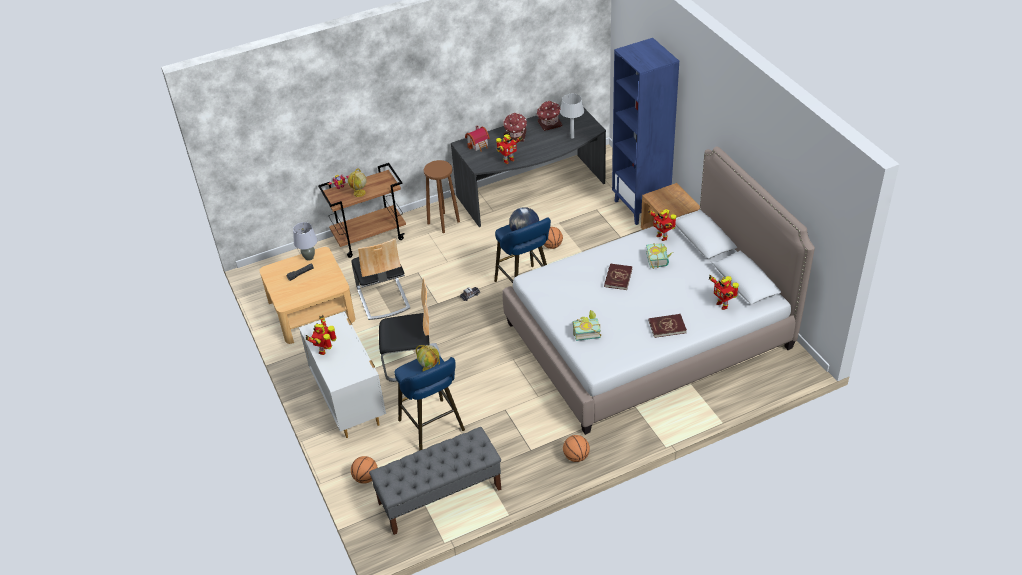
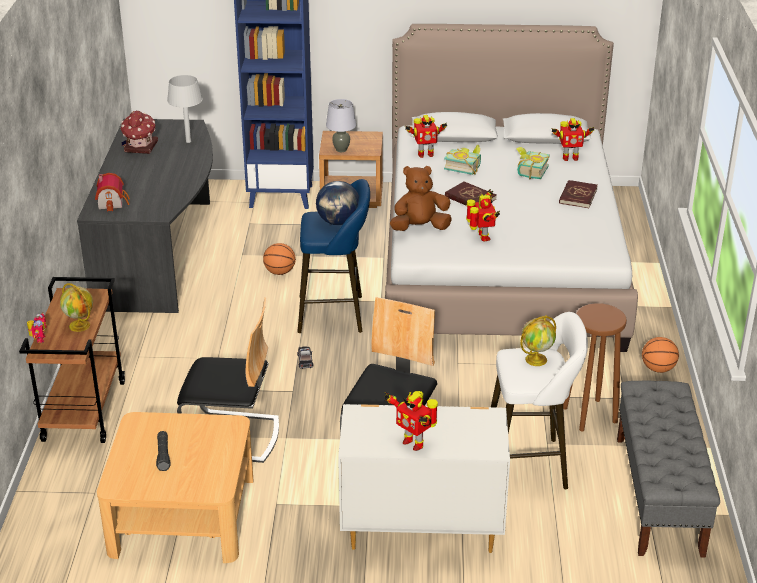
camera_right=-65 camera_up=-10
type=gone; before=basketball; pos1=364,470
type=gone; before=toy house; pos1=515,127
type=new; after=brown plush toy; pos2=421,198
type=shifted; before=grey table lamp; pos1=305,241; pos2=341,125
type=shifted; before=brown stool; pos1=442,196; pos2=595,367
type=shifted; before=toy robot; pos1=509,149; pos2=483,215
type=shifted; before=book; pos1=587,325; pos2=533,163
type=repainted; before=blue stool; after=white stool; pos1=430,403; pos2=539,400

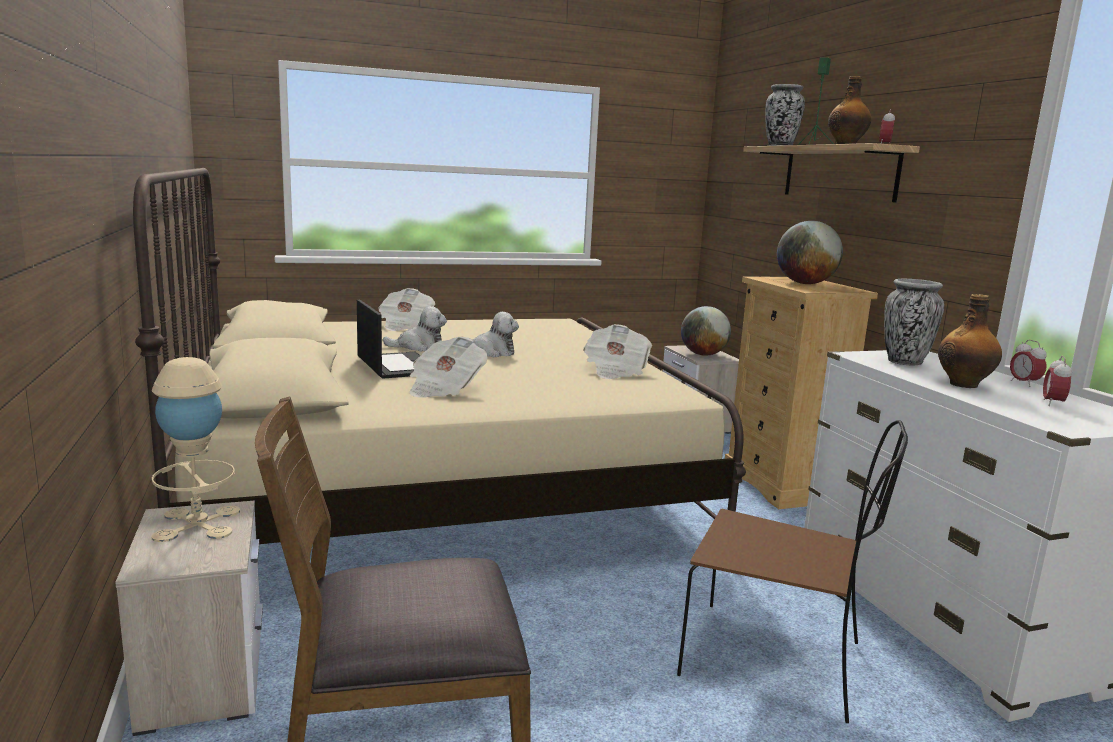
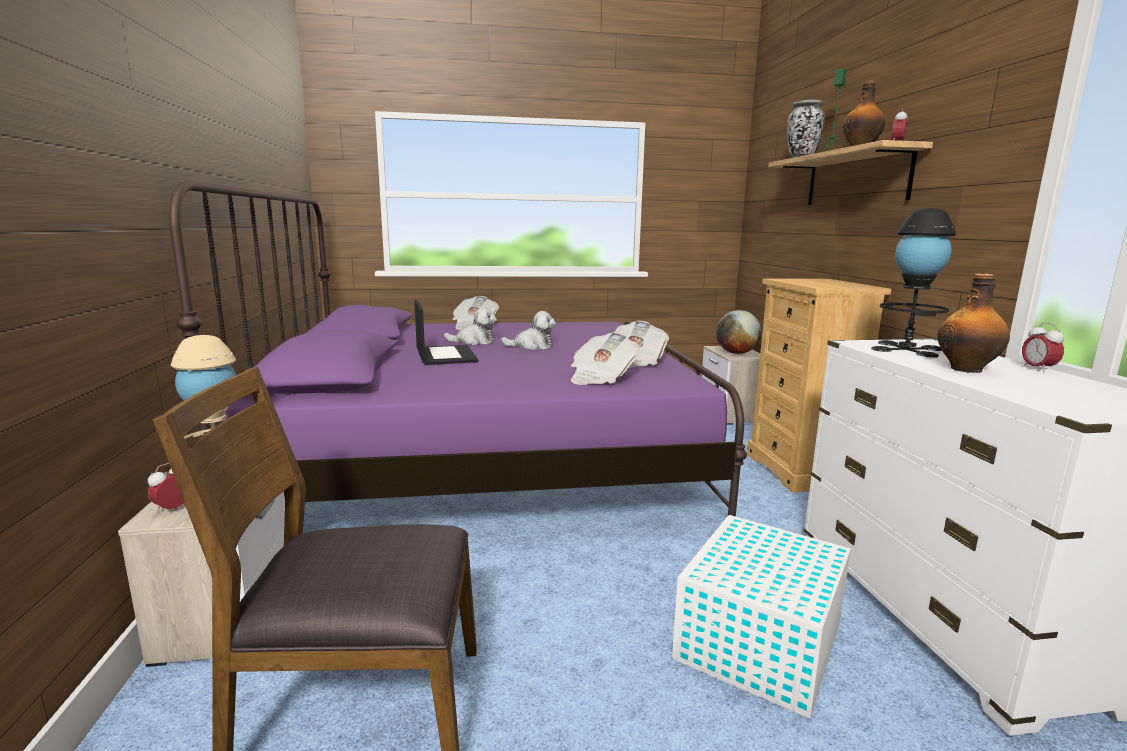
camera_right=10 camera_up=0
type=gone; before=globe; pos1=810,252
type=shifted; before=newspaper; pos1=448,367; pos2=605,358
type=shifted; before=alarm clock; pos1=1057,381; pos2=166,488
type=swapped; before=brown chair; after=white storage box; pos1=792,571; pos2=761,616
type=swapped; before=vase; after=black table lamp; pos1=914,322; pos2=914,283
type=repainted; before=beige bed; after=purple bed; pos1=439,356; pos2=458,348

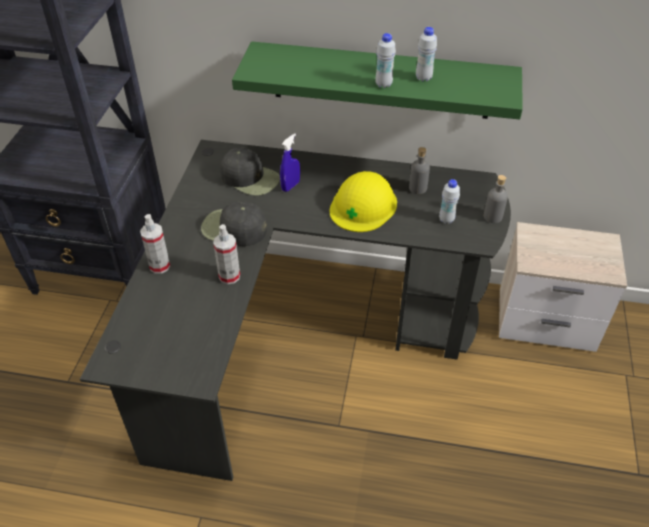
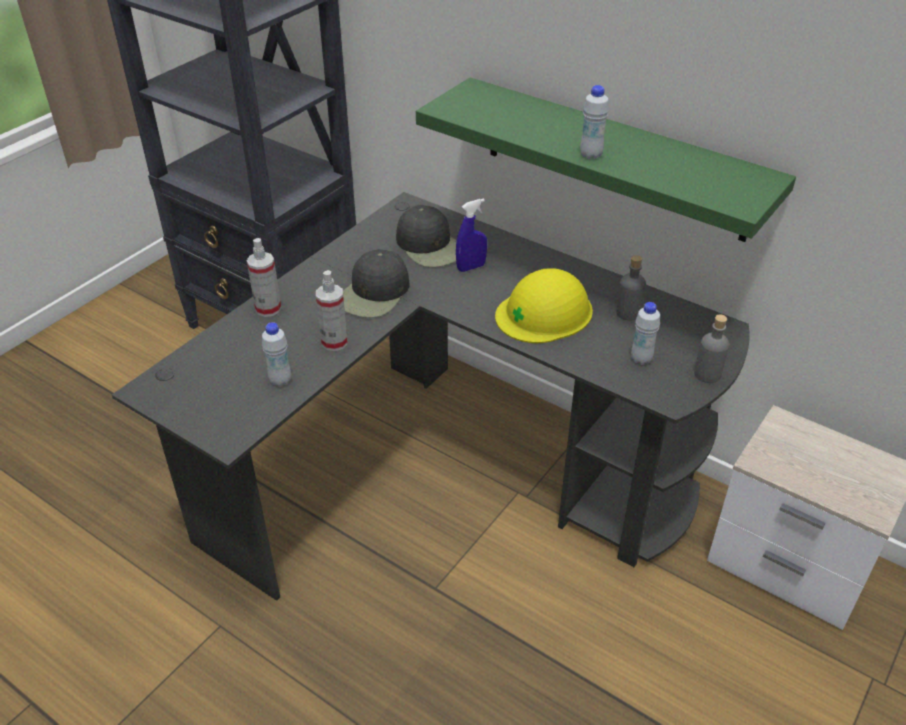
camera_right=25 camera_up=-5
type=shifted; before=white bottle; pos1=426,54; pos2=276,354
type=rotated; before=black cap; pos1=234,223; pos2=376,283; turn=-105

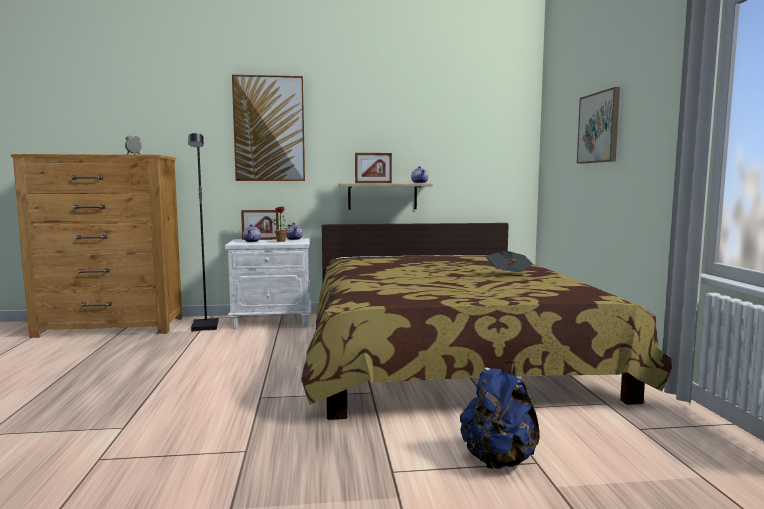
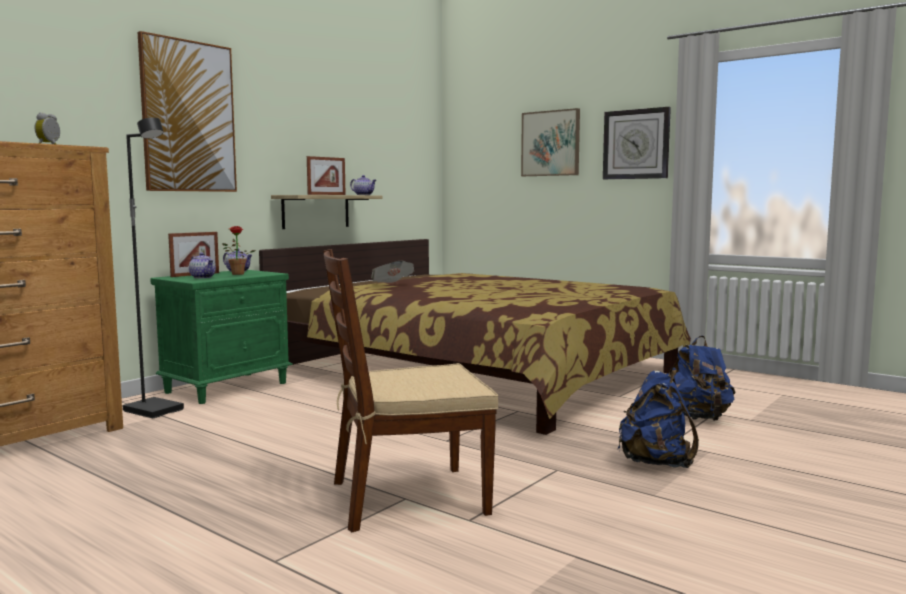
camera_right=-45 camera_up=0
type=new; after=brown chair; pos2=410,390
type=new; after=wall clock; pos2=637,143
type=new; after=blue backpack; pos2=658,417
type=shifted; before=newspaper; pos1=508,261; pos2=392,272
type=repainted; before=white nightstand; after=green nightstand; pos1=268,283; pos2=221,337

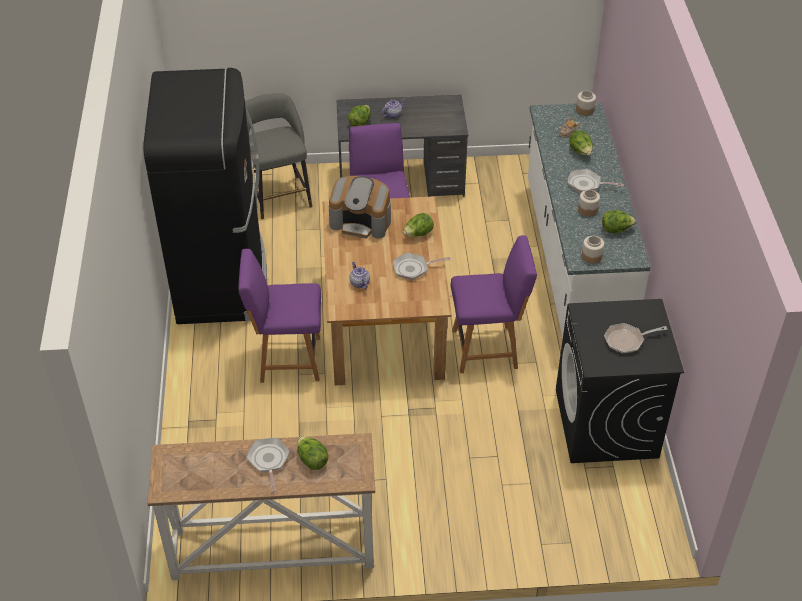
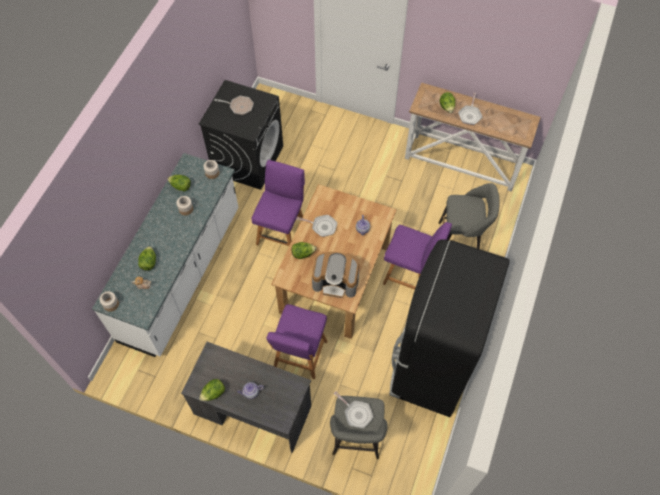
camera_right=-155 camera_up=15
type=new; after=grey stool; pos2=469,216
type=shifted; before=lettuce; pos1=359,116; pos2=212,390
type=shifted; before=frying pan; pos1=596,181; pos2=353,409
type=rotated; before=coffee machine; pos1=360,207; pos2=335,275; turn=150
type=rotated; before=purple chair; pos1=494,304; pos2=278,203; turn=90

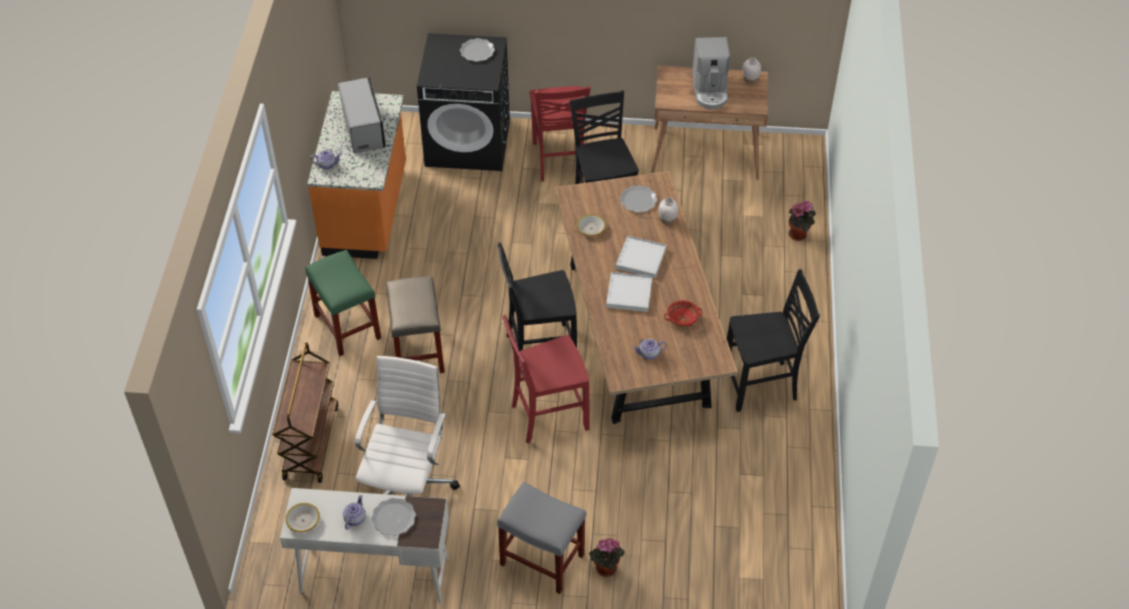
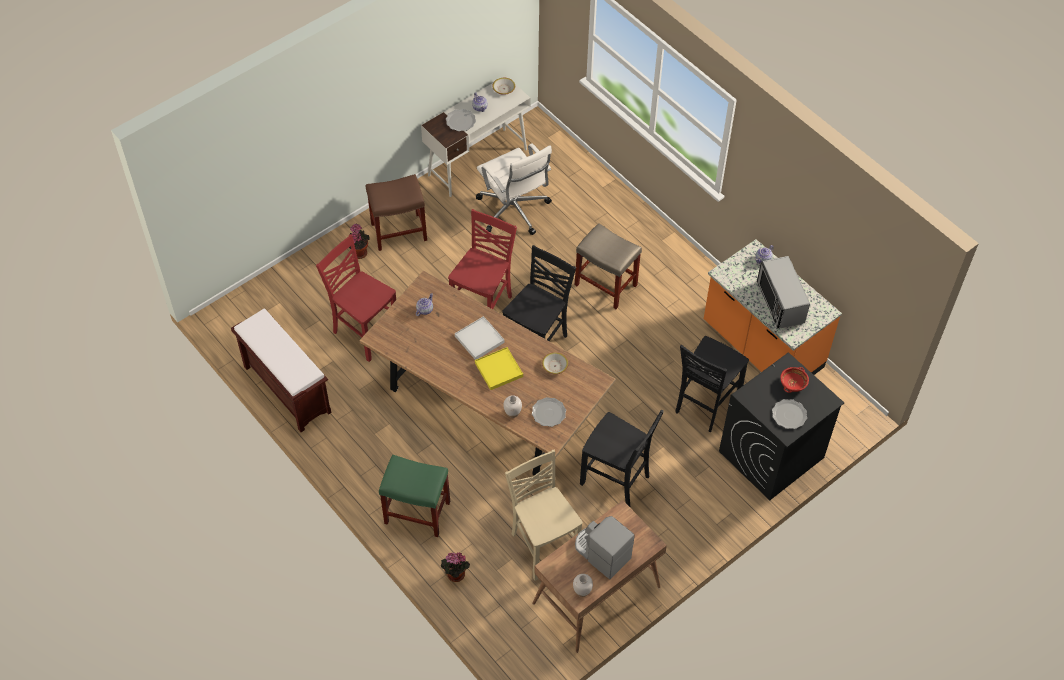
camera_right=135 camera_up=5
type=gone; before=brown cart; pos1=305,413
type=new; after=brown bench; pos2=281,370
type=new; after=beige chair; pos2=544,515
type=shifted; before=green stool; pos1=343,303; pos2=414,496
type=shifted; before=red chair; pos1=560,134; pos2=356,298
type=shifted; before=red bowl; pos1=683,313; pos2=794,380
type=shifted; before=black chair; pos1=773,340; pos2=712,384
type=repainted; before=grey stool; after=brown stool; pos1=541,538; pos2=396,212
type=repainted; before=white tray; after=yellow tray; pos1=641,257; pos2=499,368
type=rotated; before=microwave; pos1=362,115; pos2=783,292; turn=45

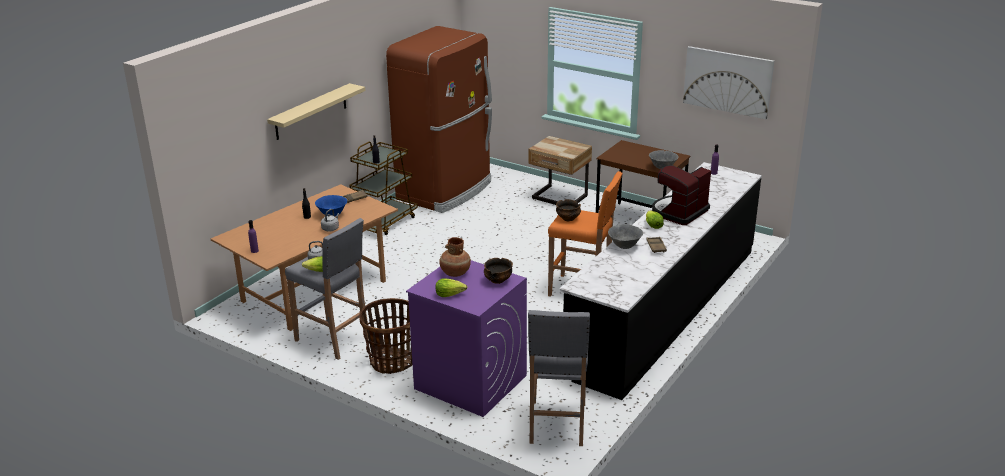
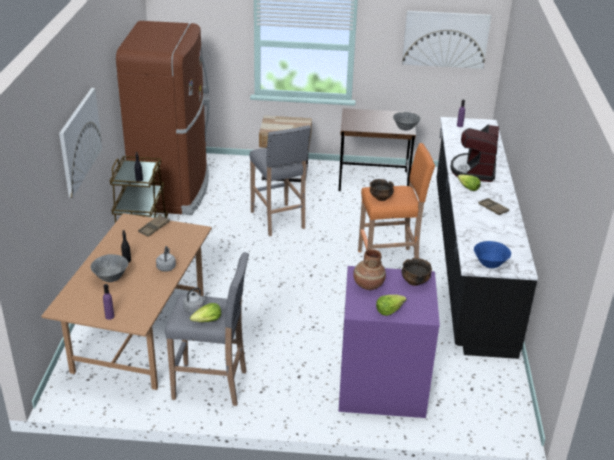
camera_right=-30 camera_up=5
type=gone; before=basket; pos1=385,336
type=shifted; before=blue bowl; pos1=331,206; pos2=492,254
type=shifted; before=grey stool; pos1=559,378; pos2=280,180
type=shifted; before=grey bowl; pos1=625,236; pos2=109,268
type=swapped; before=beige shelf; after=picture; pos1=316,111; pos2=80,143

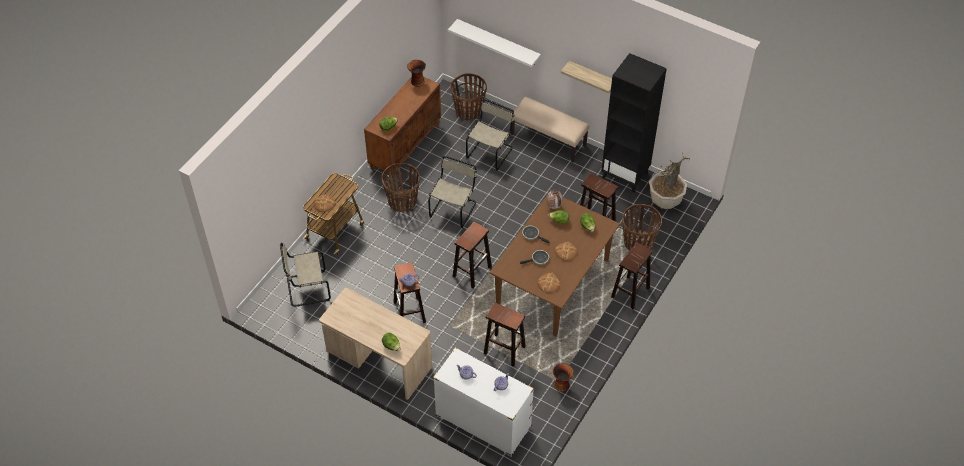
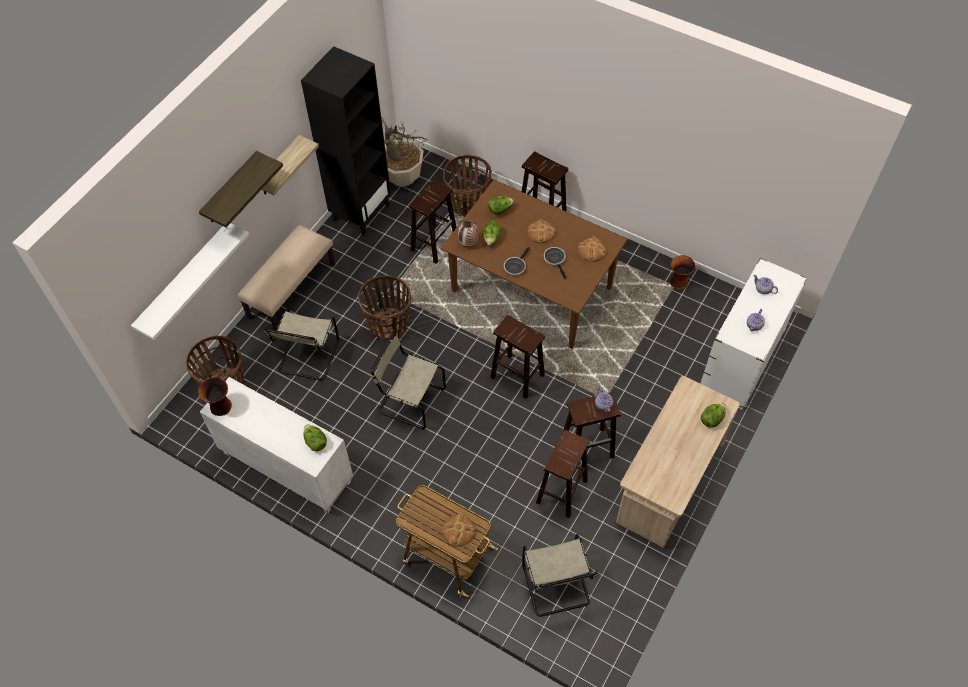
camera_right=-90 camera_up=5
type=new; after=shelf; pos2=241,189
type=shifted; before=basket; pos1=400,188; pos2=384,307
type=shifted; before=brown stool; pos1=505,334; pos2=562,474
type=repainted; before=brown cabinet; after=white cabinet; pos1=402,127; pos2=276,445
type=rotated; before=beige chair; pos1=490,135; pos2=301,344; turn=-105

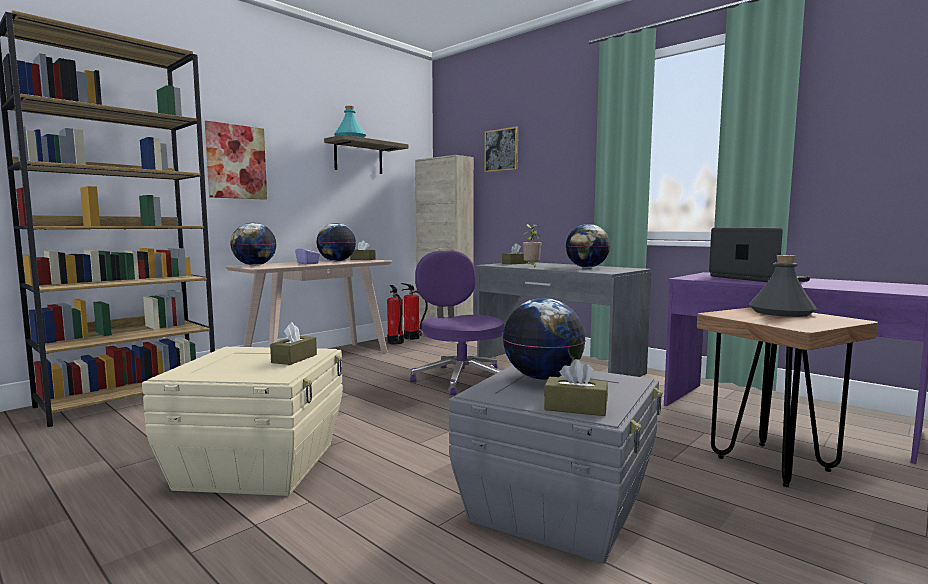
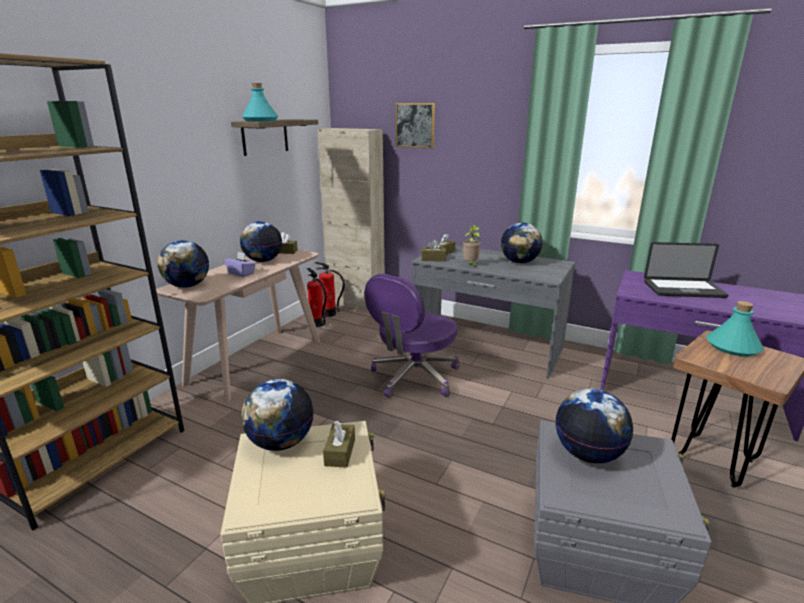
camera_right=-15 camera_up=15
type=gone; before=picture; pos1=236,160
type=new; after=globe; pos2=277,415
type=shifted; before=brown tissue box; pos1=576,387; pos2=433,250
type=repainted; before=grey bottle; after=turquoise bottle; pos1=783,286; pos2=735,328
type=rotated; before=purple office chair; pos1=457,322; pos2=412,336; turn=-105
type=rotated; before=laptop; pos1=759,255; pos2=686,270; turn=135

